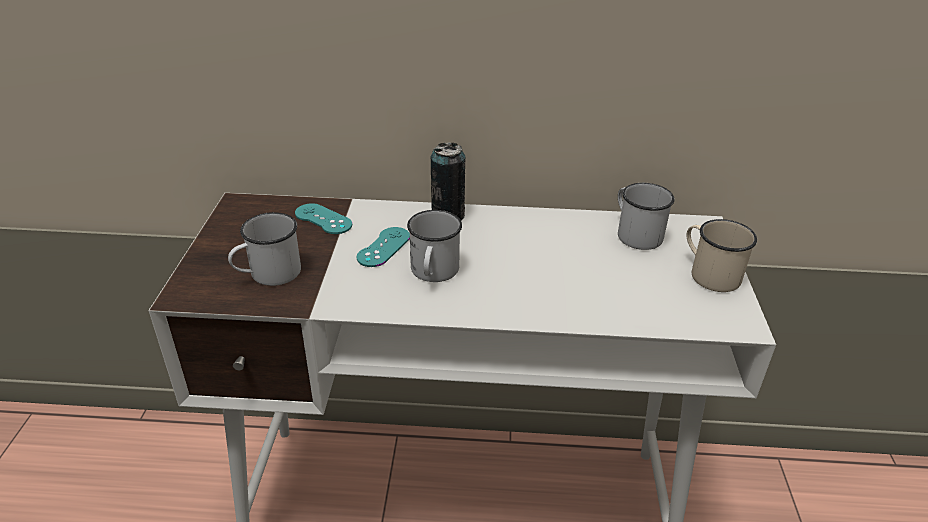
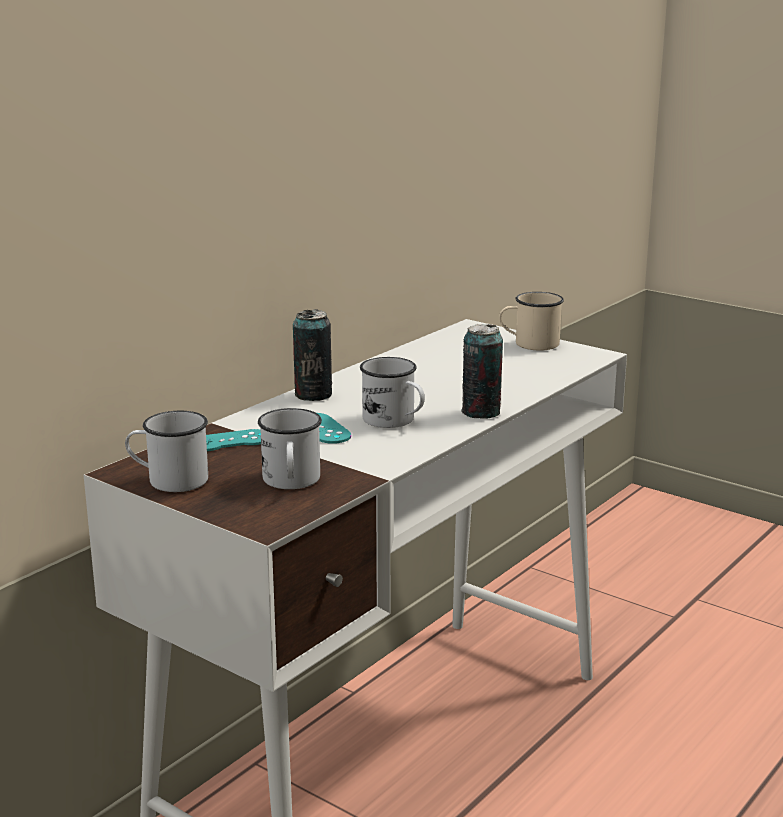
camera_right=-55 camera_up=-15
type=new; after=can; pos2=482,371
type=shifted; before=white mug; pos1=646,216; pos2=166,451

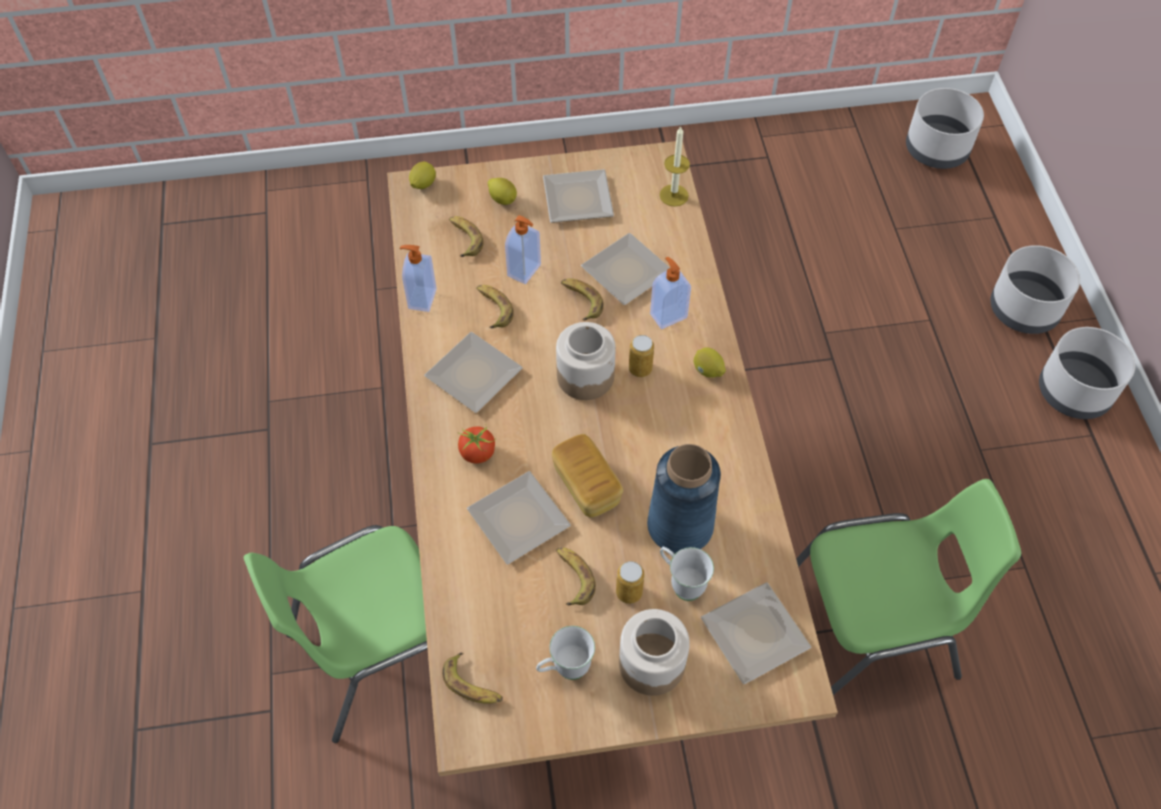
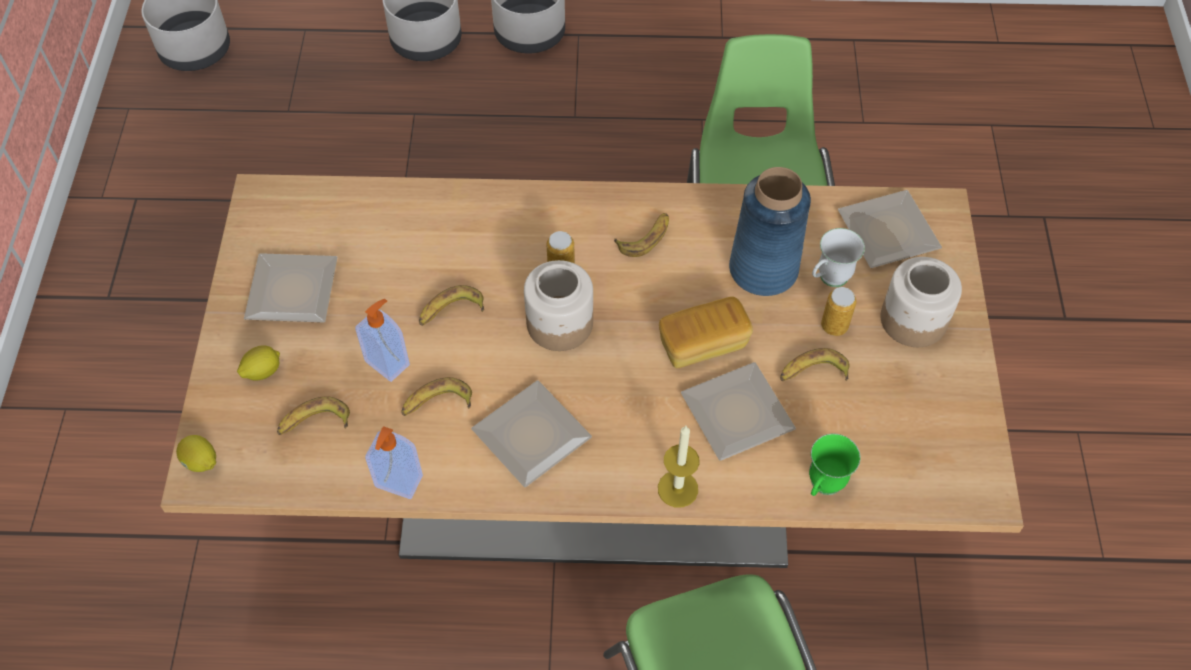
camera_right=-80 camera_up=0
type=gone; before=tomato; pos1=476,444
type=gone; before=white mug; pos1=565,653
type=gone; before=plate; pos1=625,269
type=gone; before=soap dispenser; pos1=670,293
type=gone; before=lemon; pos1=710,362
type=new; after=green mug; pos2=835,464
type=shifted; before=banana; pos1=472,678; pos2=641,235
type=shifted; before=candle; pos1=674,167; pos2=679,466

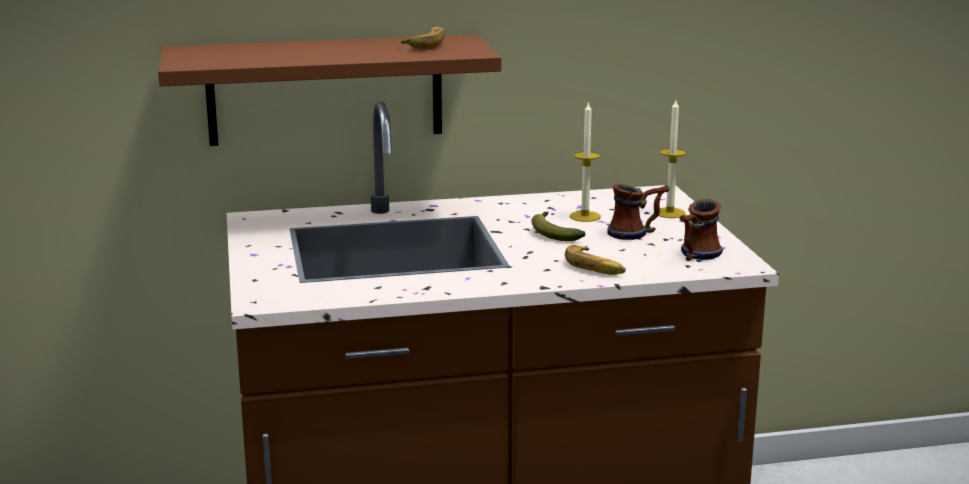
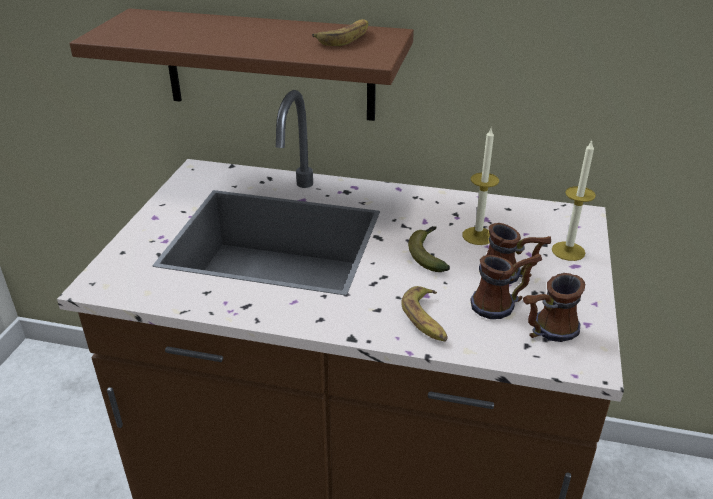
camera_right=25 camera_up=15
type=new; after=mug; pos2=506,286

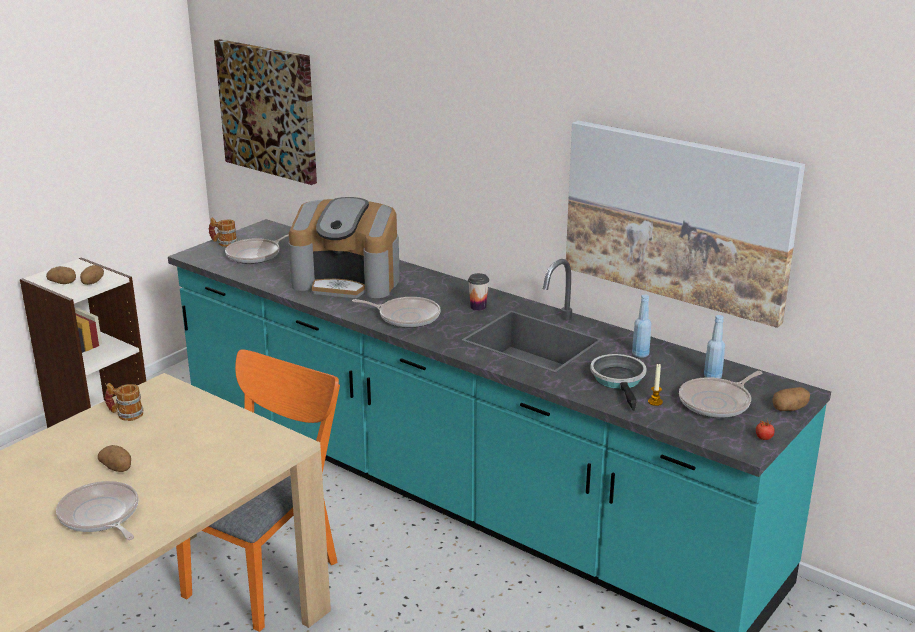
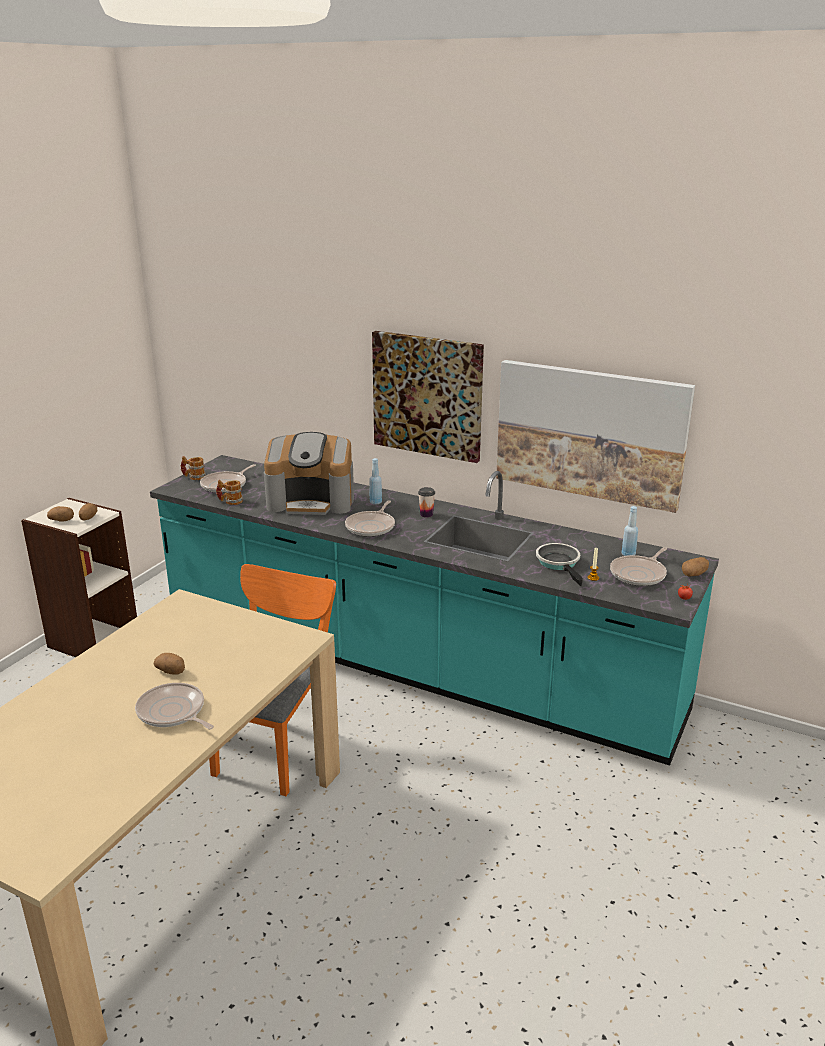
camera_right=-10 camera_up=0
type=shifted; before=mug; pos1=124,402; pos2=229,492
type=shifted; before=picture; pos1=265,112; pos2=428,397
type=shifted; before=blue bottle; pos1=641,326; pos2=375,481
type=rotated; before=frying pan; pos1=396,312; pos2=370,518; turn=105

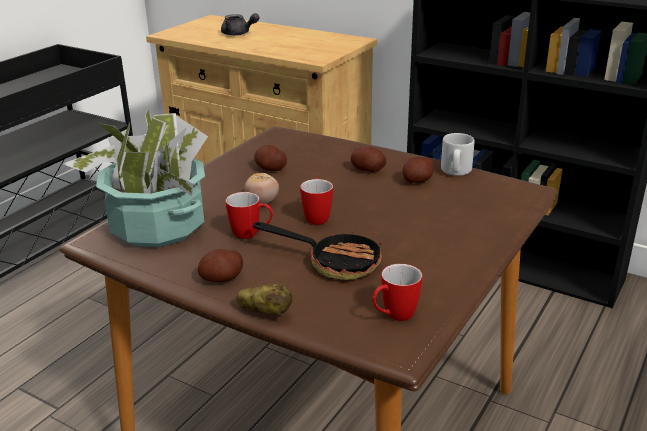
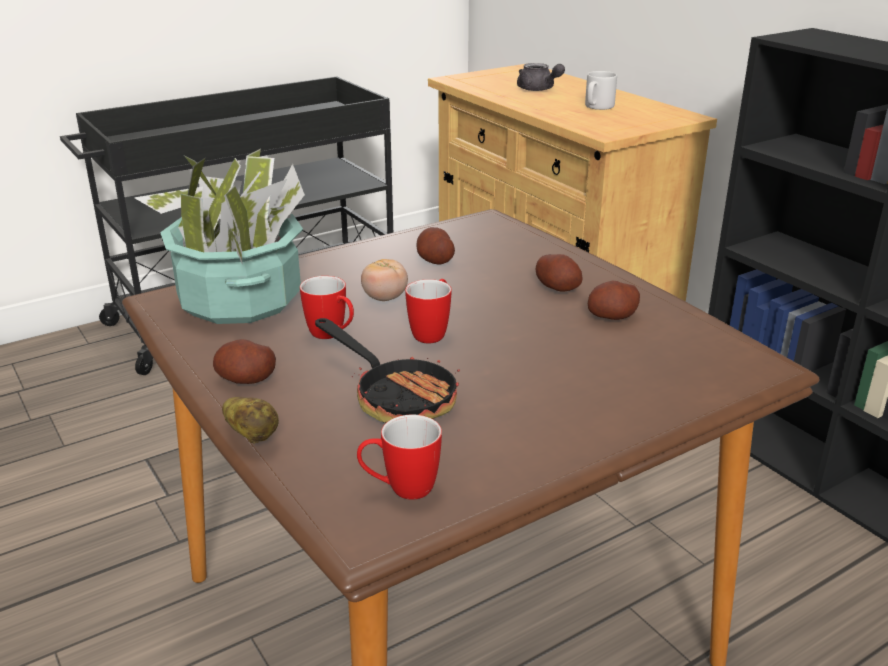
camera_right=25 camera_up=0
type=shifted; before=grey mug; pos1=458,154; pos2=601,90

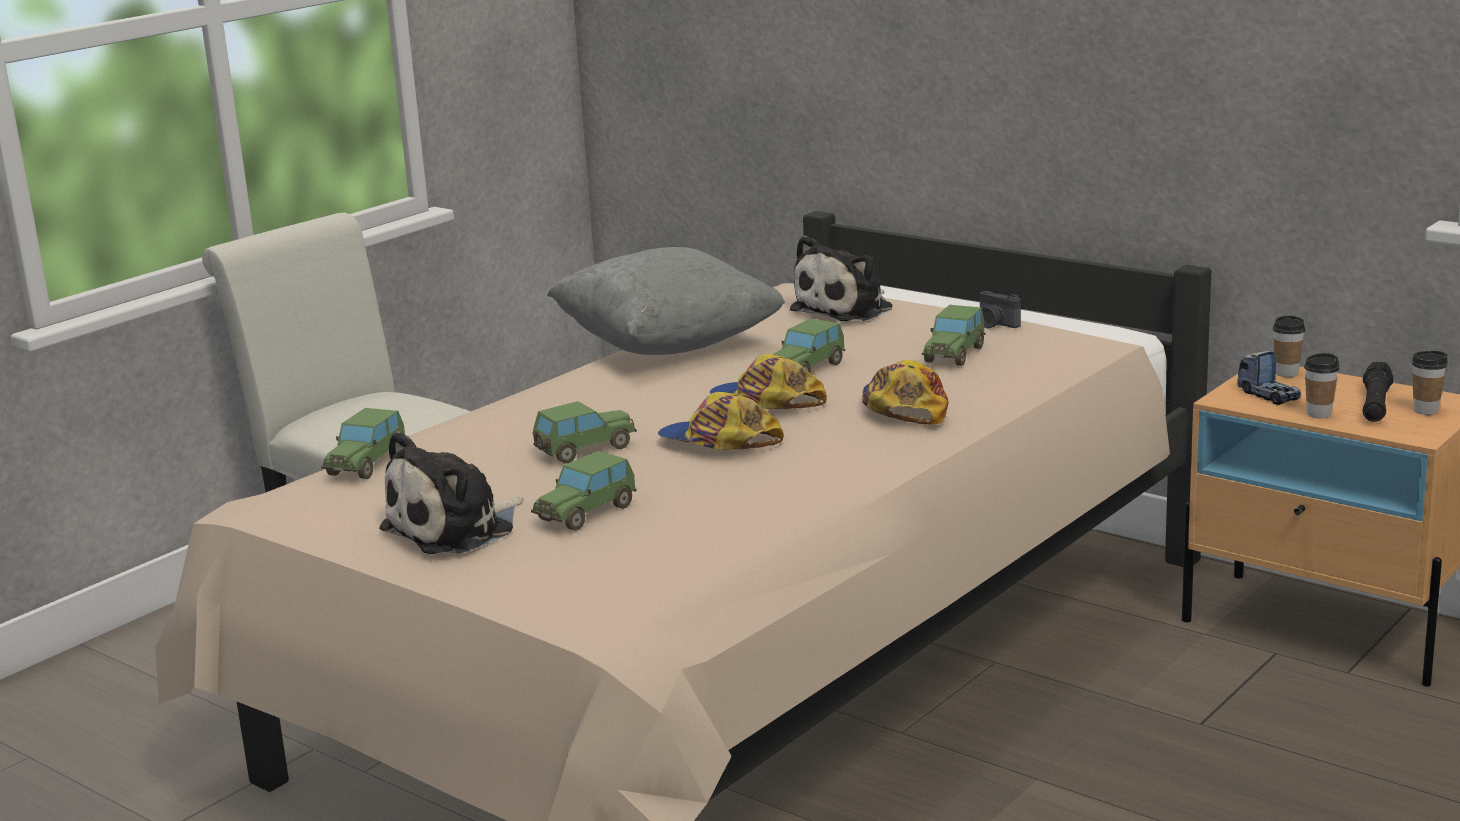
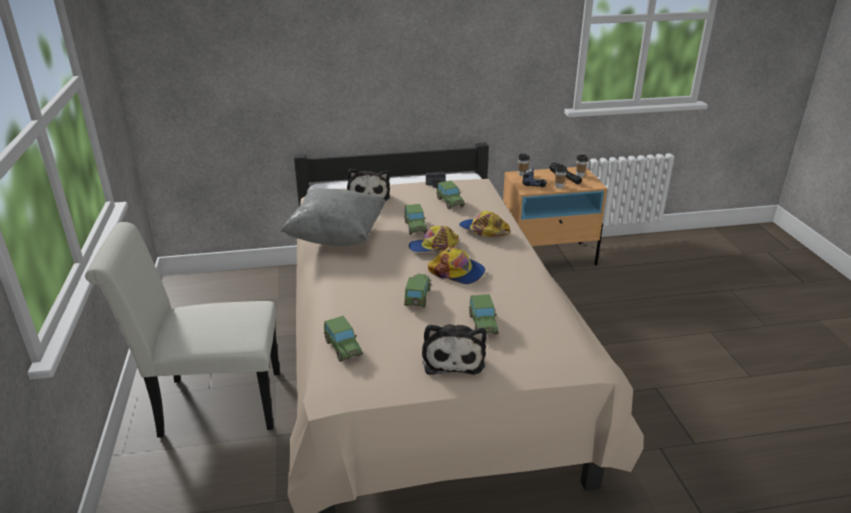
camera_right=-50 camera_up=10
type=rotated; before=cap; pos1=720,421; pos2=456,265; turn=-135

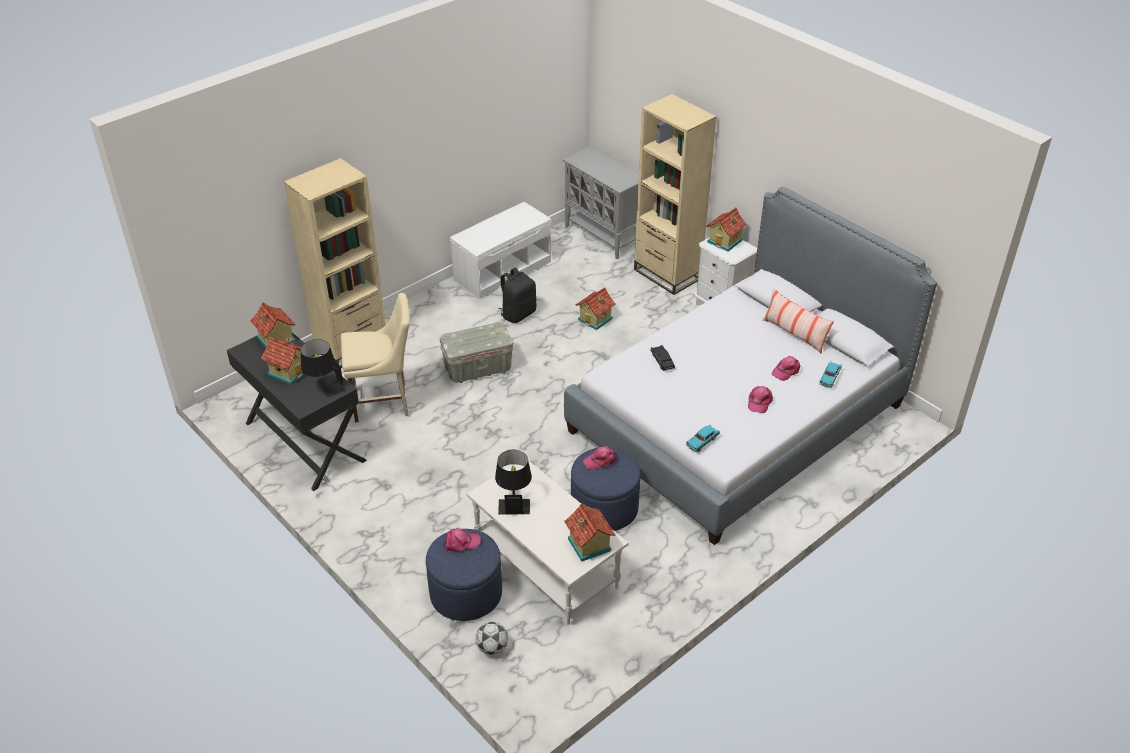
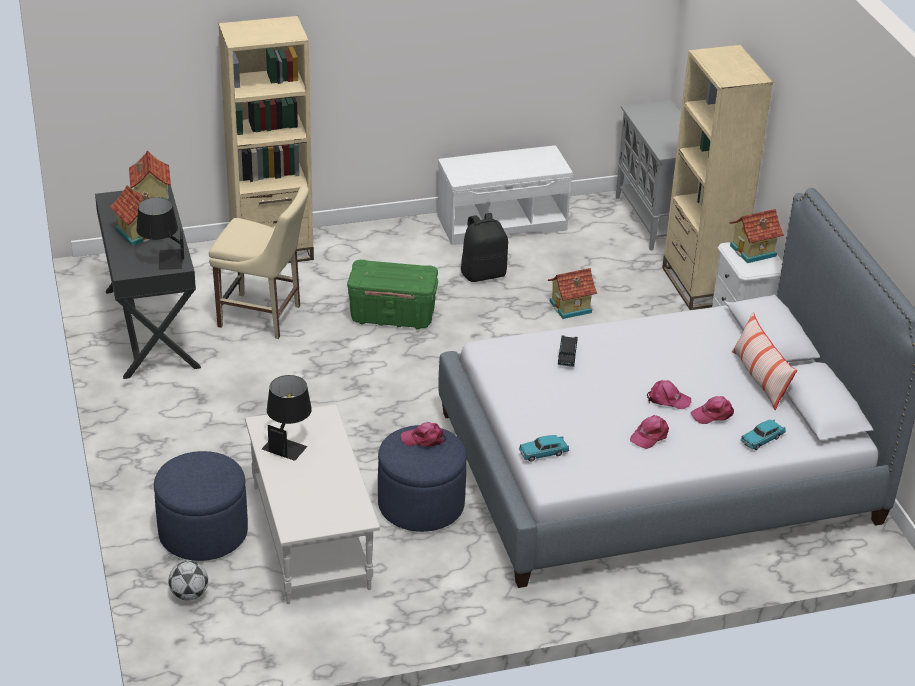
camera_right=25 camera_up=-5
type=gone; before=toy house; pos1=589,532
type=shifted; before=pink cap; pos1=462,540; pos2=669,394
type=repainted; before=grey storage box; after=green storage box; pos1=476,352; pos2=392,295

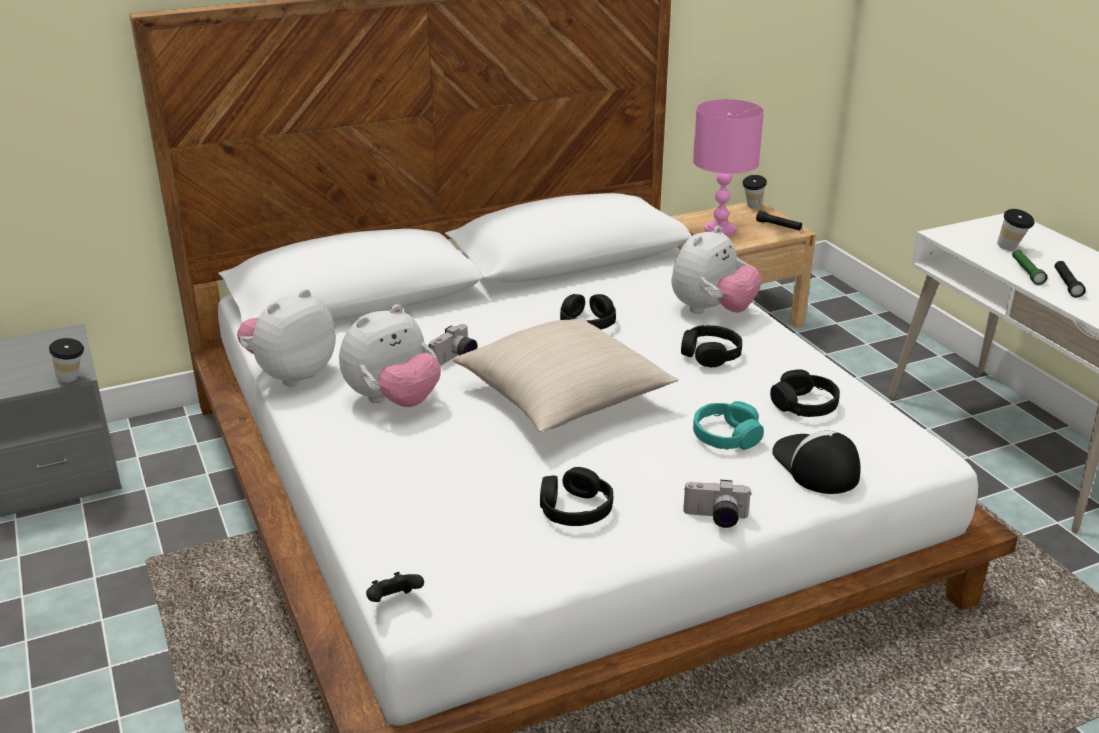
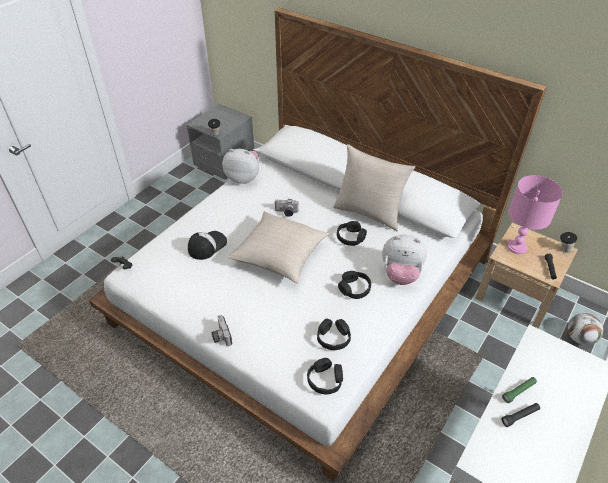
camera_right=60 camera_up=15
type=gone; before=plush toy; pos1=390,355
type=gone; before=turquoise headphones; pos1=728,425
type=gone; before=cup; pos1=1016,230
type=new; after=beige pillow; pos2=374,187
type=new; after=football; pos2=585,329
type=shifted; before=black headphones; pos1=576,496; pos2=325,376
type=shifted; before=cap; pos1=816,462; pos2=207,245

